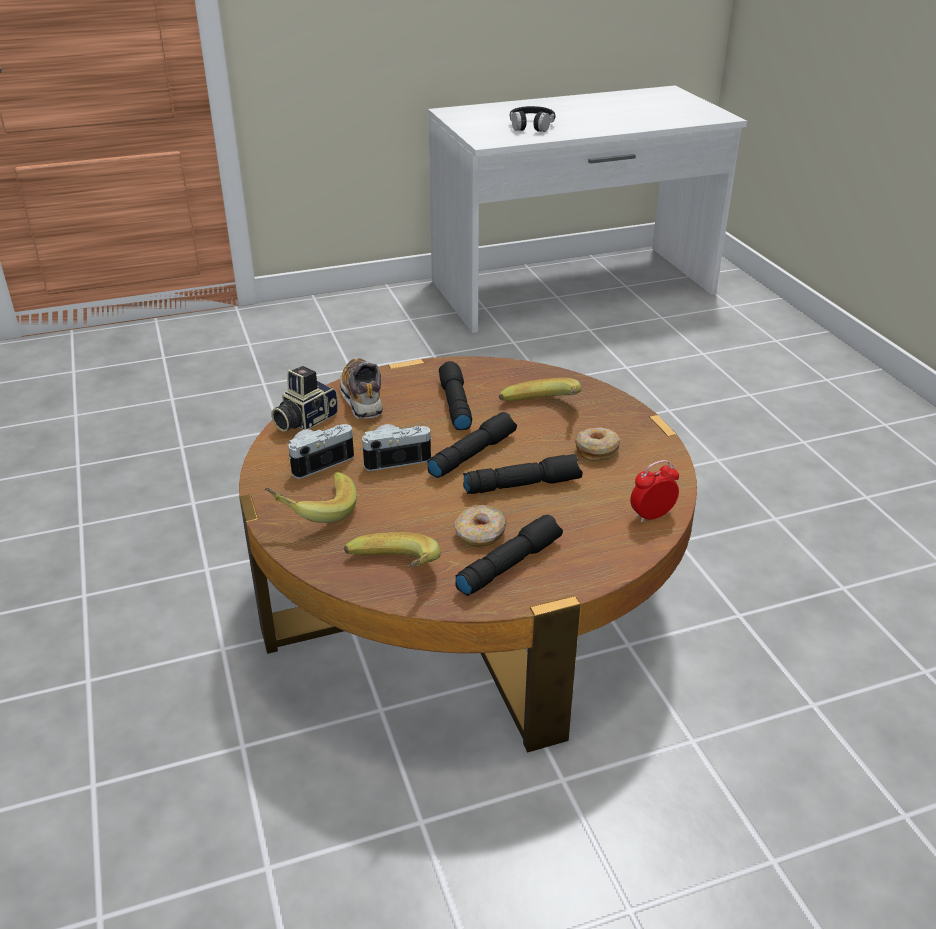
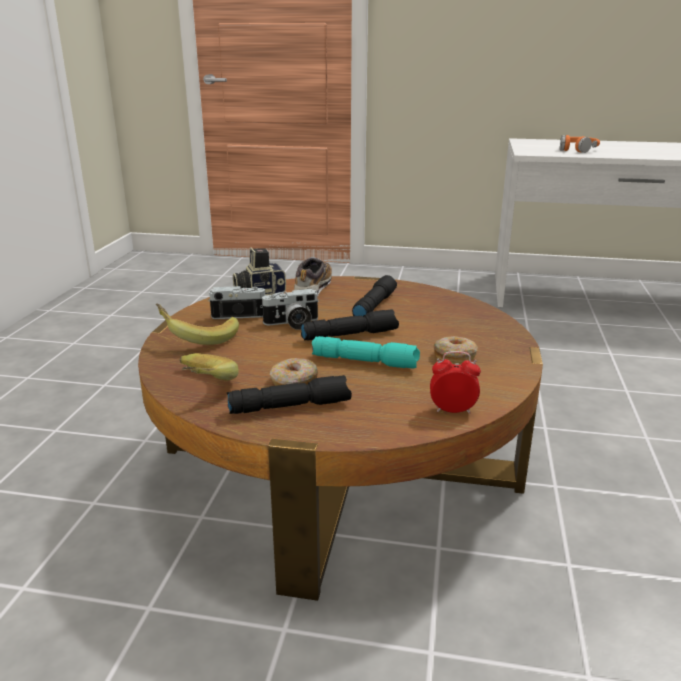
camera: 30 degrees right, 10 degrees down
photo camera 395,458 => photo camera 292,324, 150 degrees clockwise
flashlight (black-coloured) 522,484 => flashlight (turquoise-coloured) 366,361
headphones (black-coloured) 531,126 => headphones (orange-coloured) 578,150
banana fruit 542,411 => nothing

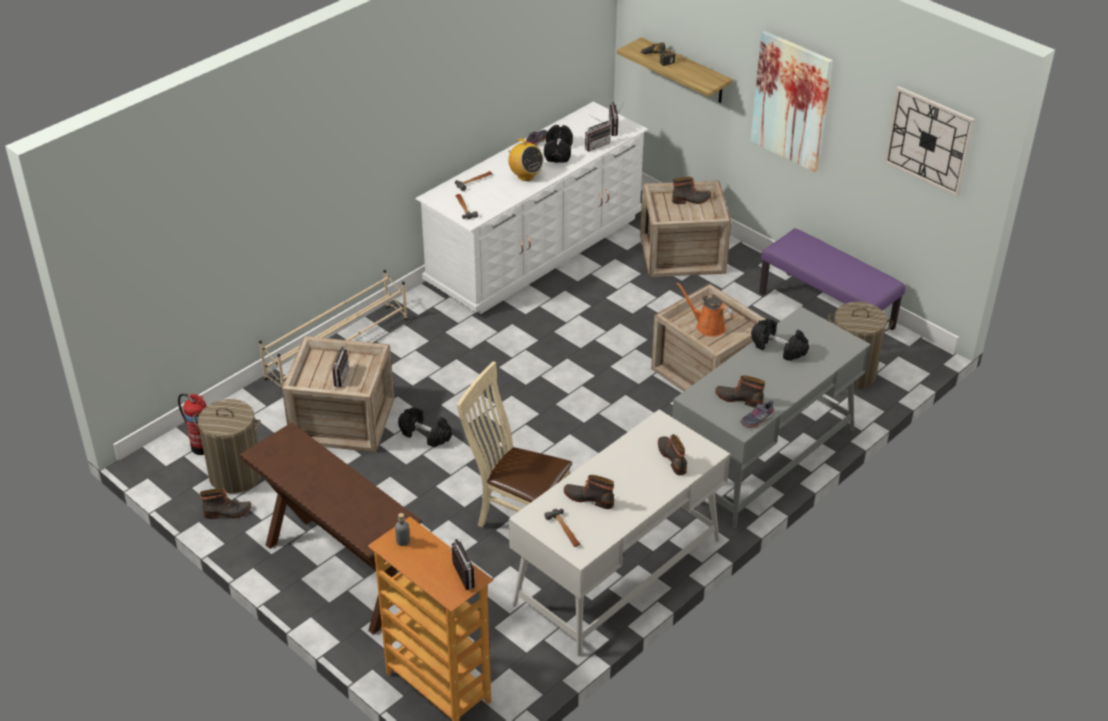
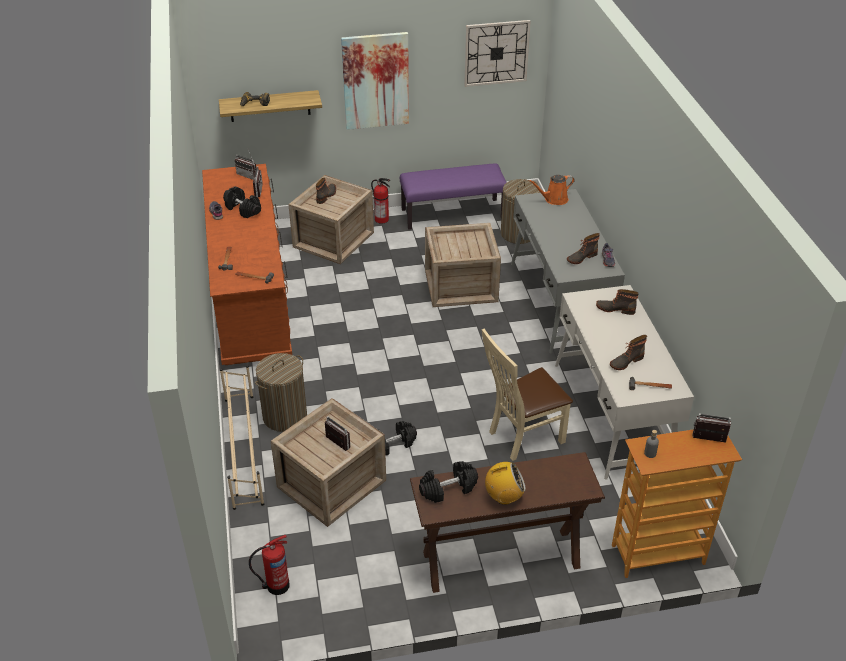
camera: 55 degrees left, 0 degrees up
chest of drawers (white) 536,250 => chest of drawers (brown) 251,298
laundry basket 236,475 => laundry basket 285,416, shifted
nothing => fire-fighting cylinder 382,219
hand weight (black-coloured) 779,348 => hand weight (black-coloured) 448,489, shifted
radio receiver 525,176 => radio receiver 504,497, shifted
watering can (orange-coloured) 707,326 => watering can (orange-coloured) 554,199, shifted
tall boot 227,512 => nothing

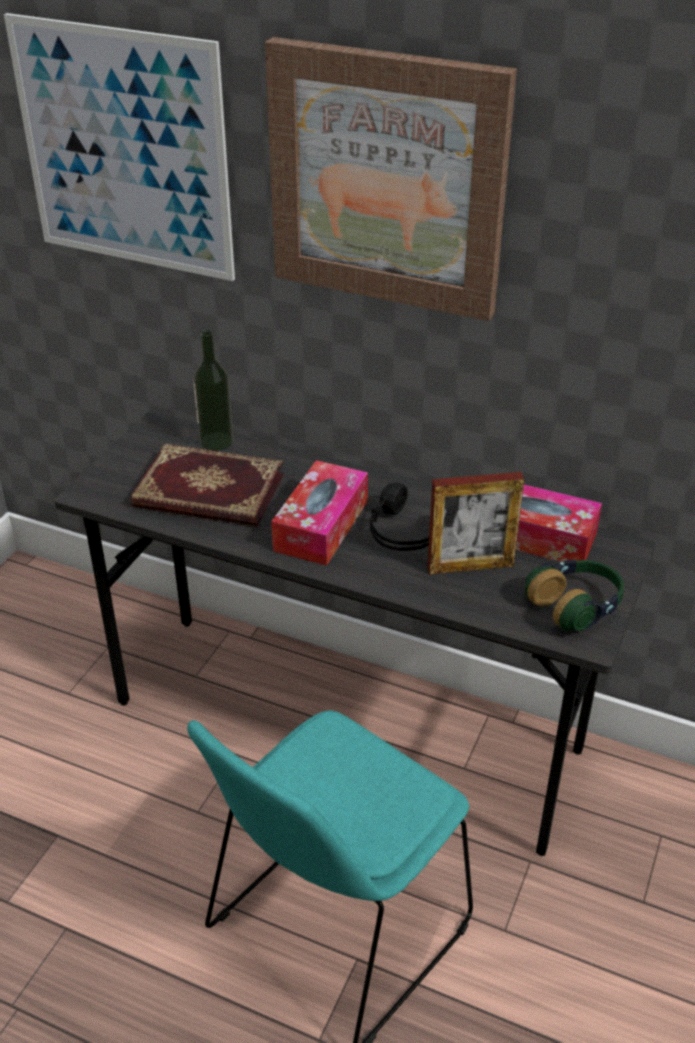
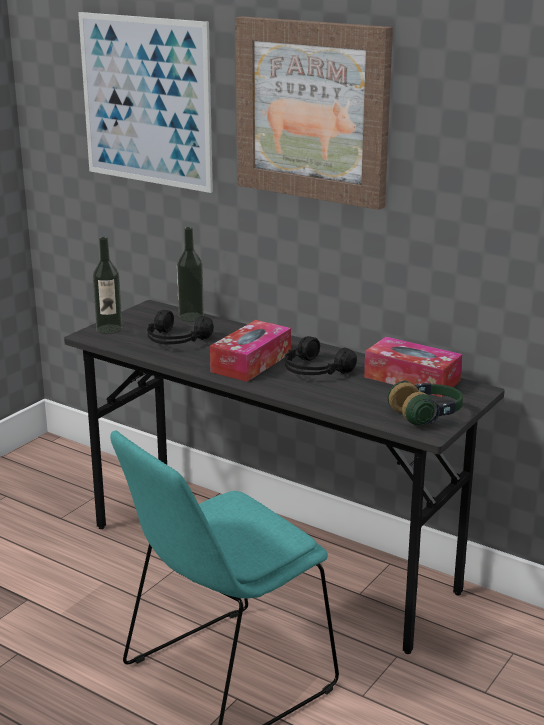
camera: 10 degrees right, 15 degrees down
nothing => beverage bottle 109,329
bound book 208,492 => headphones (black-coloured) 175,341
picture frame 470,566 => nothing

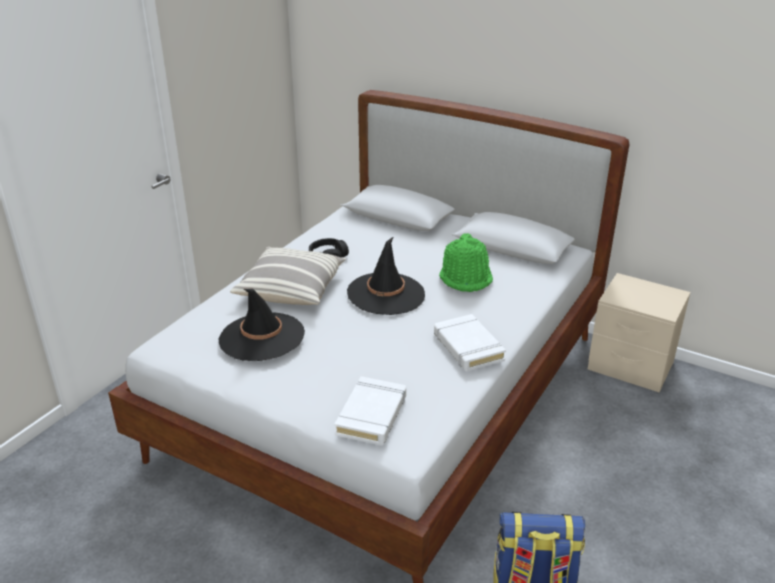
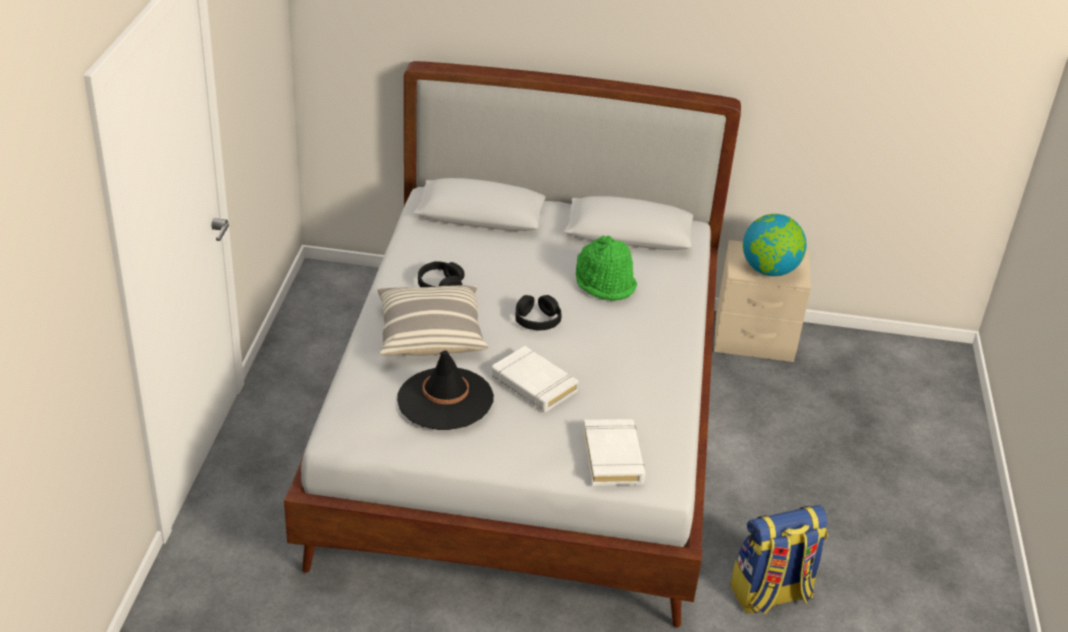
camera: 25 degrees left, 5 degrees up
bound book (white) 467,347 => bound book (white) 533,384, shifted
clothing hat (black-coloured) 386,294 => headphones (black-coloured) 537,320
nothing => globe 769,270

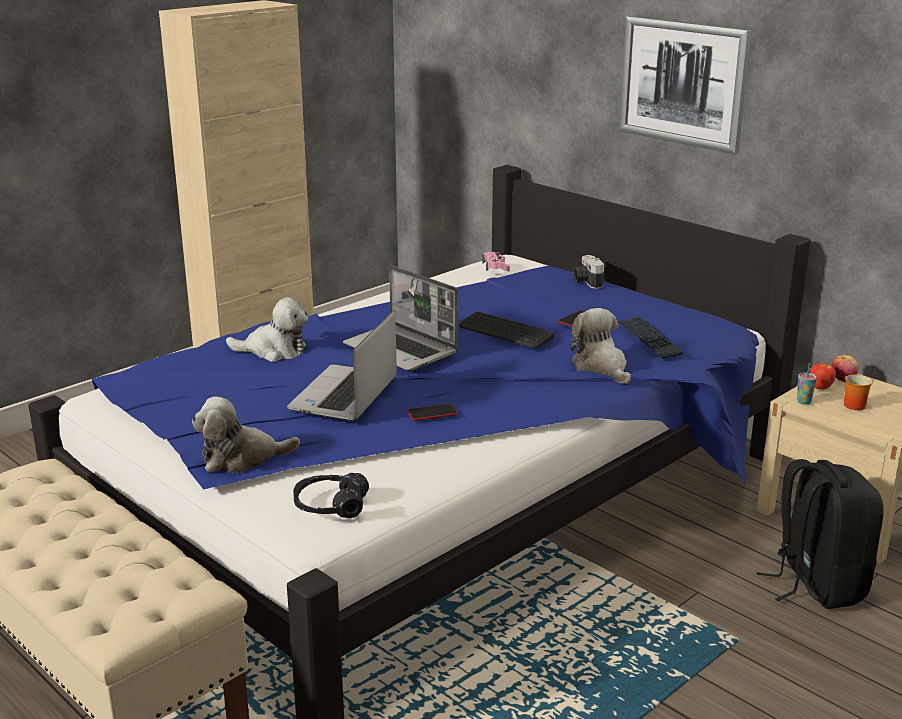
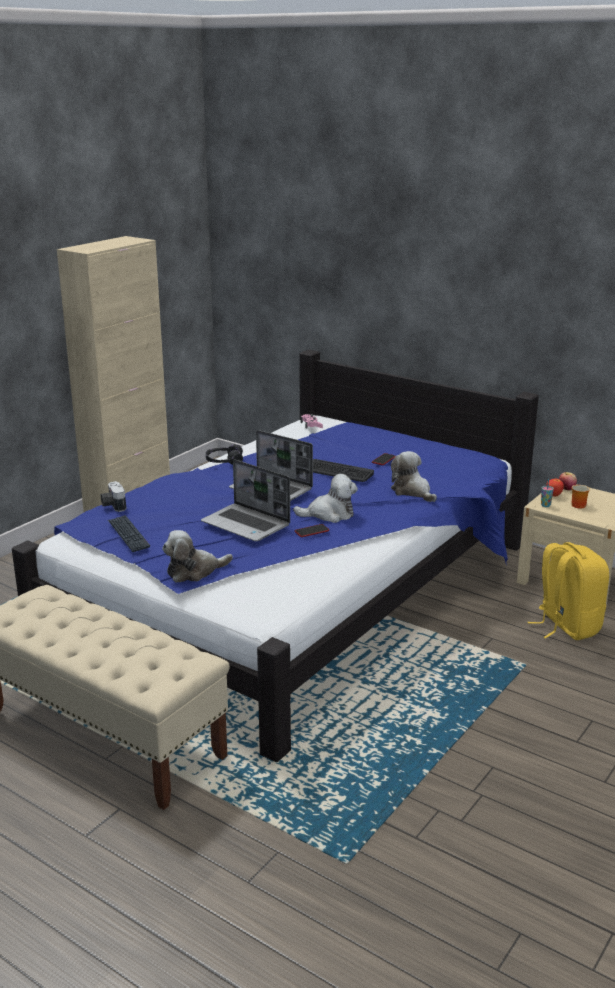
camera: 10 degrees left, 0 degrees up
photo camera 586,282 => photo camera 113,505, shifted
PC keyboard 649,339 => PC keyboard 128,534, shifted
notebook computer 345,396 => notebook computer 247,524, 60 degrees counterclockwise
headphones (black-coloured) 330,506 => headphones (black-coloured) 224,462, shifted
cuddly toy 274,351 => cuddly toy 329,514, shifted
backpack (black-coloured) 816,584 => backpack (yellowish) 566,626
picture 683,83 => nothing

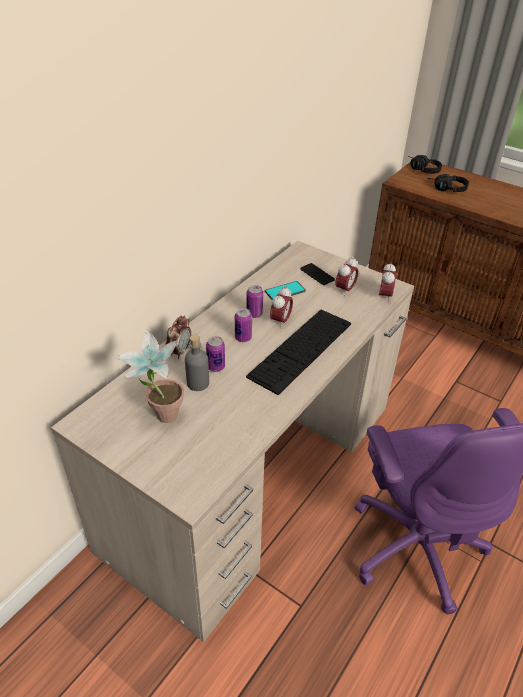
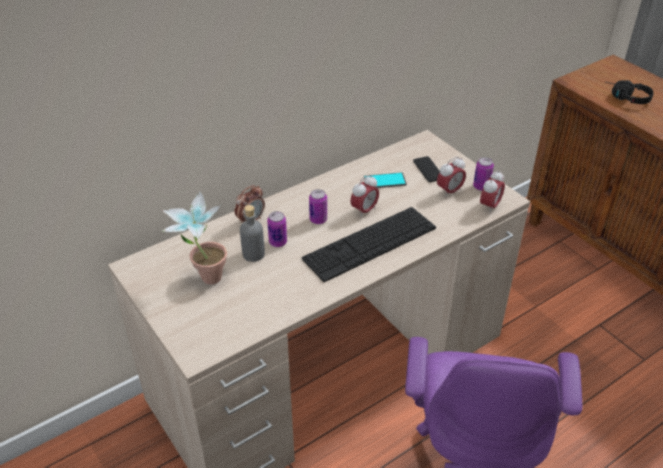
camera: 20 degrees right, 0 degrees up
sealed can 254,314 => sealed can 481,187, shifted
headphones (black-coloured) 421,170 => nothing

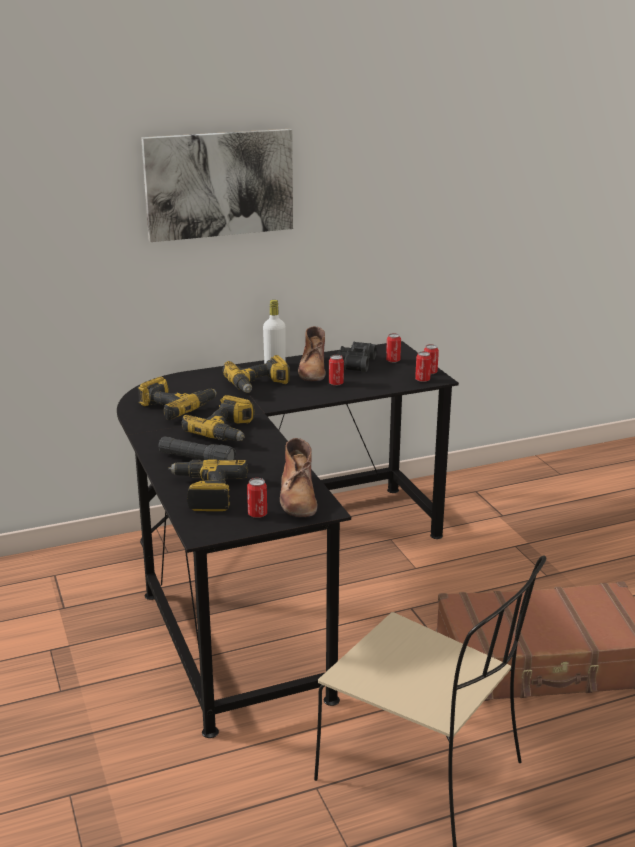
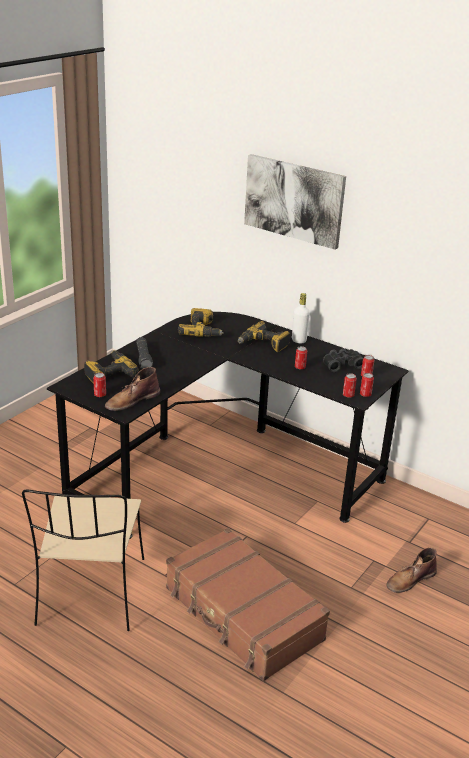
camera: 55 degrees right, 5 degrees up
tall boot (brown) 312,369 => tall boot (brown) 410,579, shifted
power drill 227,431 => nothing

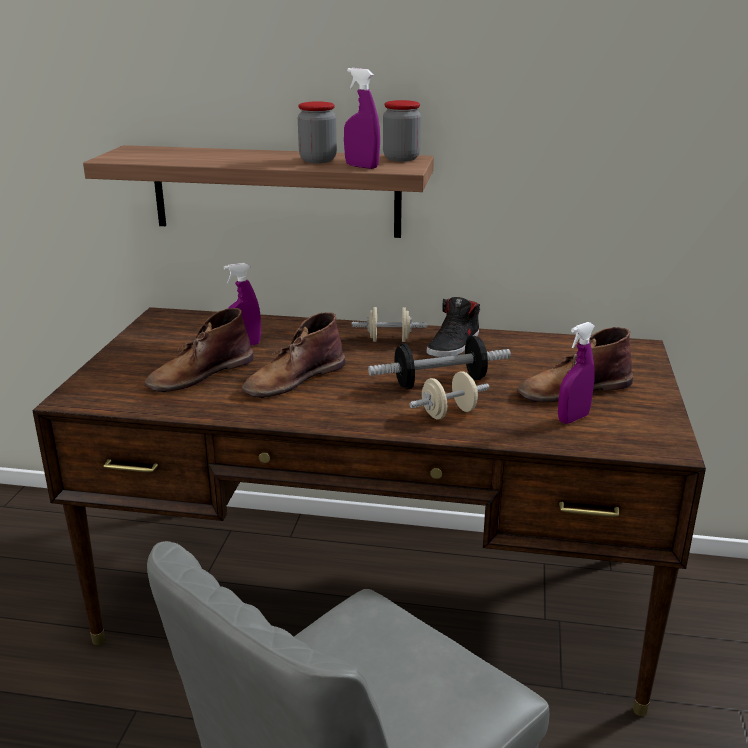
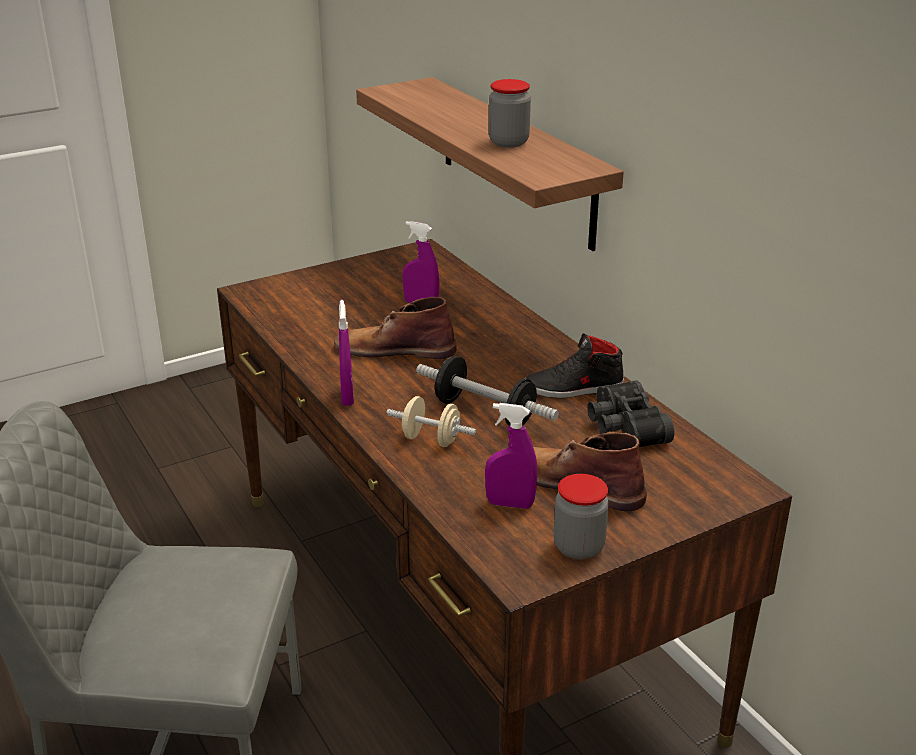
camera: 50 degrees right, 5 degrees up
hand sprayer (purple) 361,166 => hand sprayer (purple) 347,397, shifted
storage jar 401,158 => storage jar 578,547, shifted
nothing => field glasses (black-coloured) 623,427
tall boot (brown) 199,373 => nothing
hand weight (beige) 389,340 => nothing

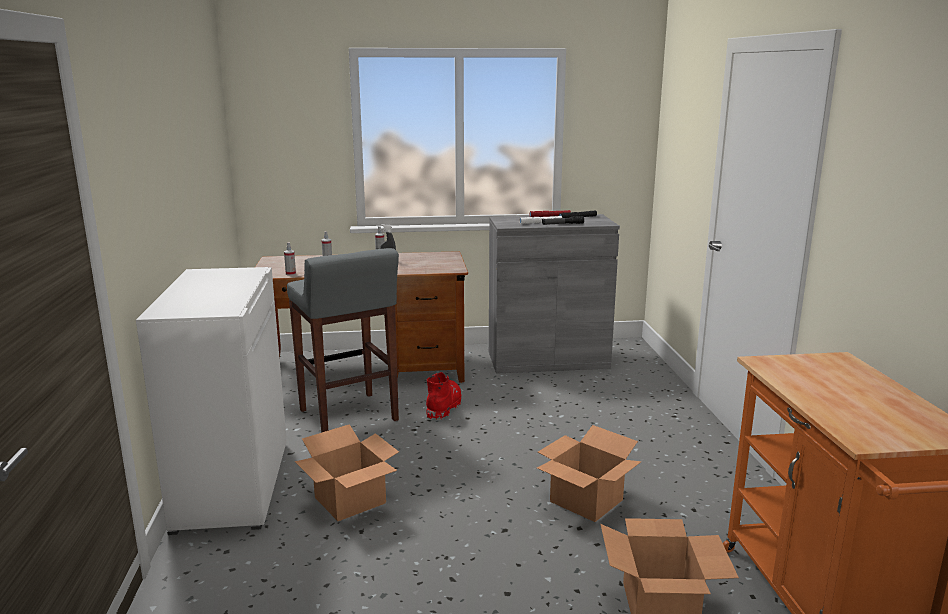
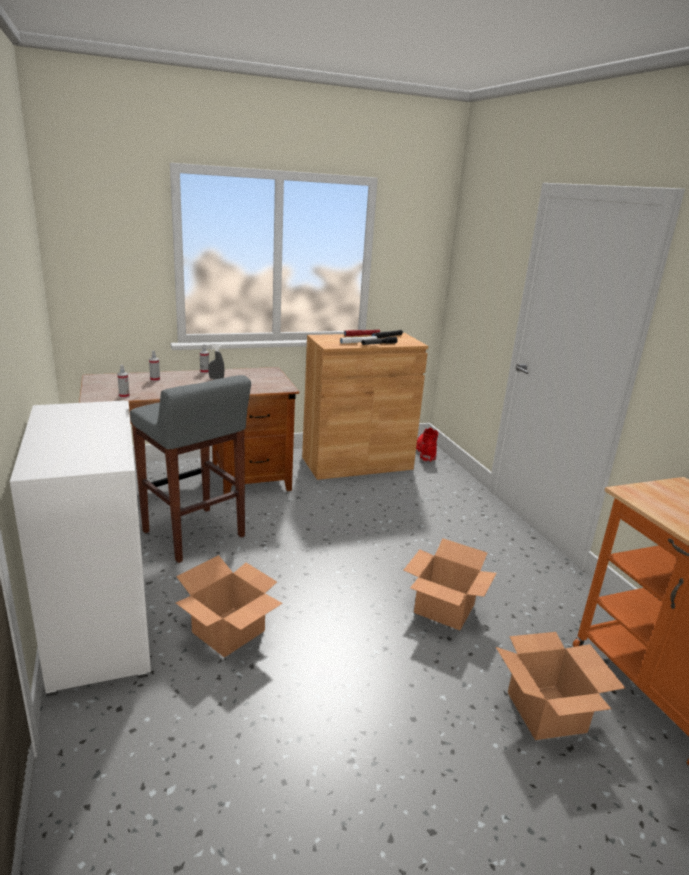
camera: 15 degrees left, 5 degrees up
cupboard (grey) 548,360 => cupboard (brown) 357,463
tall boot (red) 444,407 => tall boot (red) 426,453, shifted

